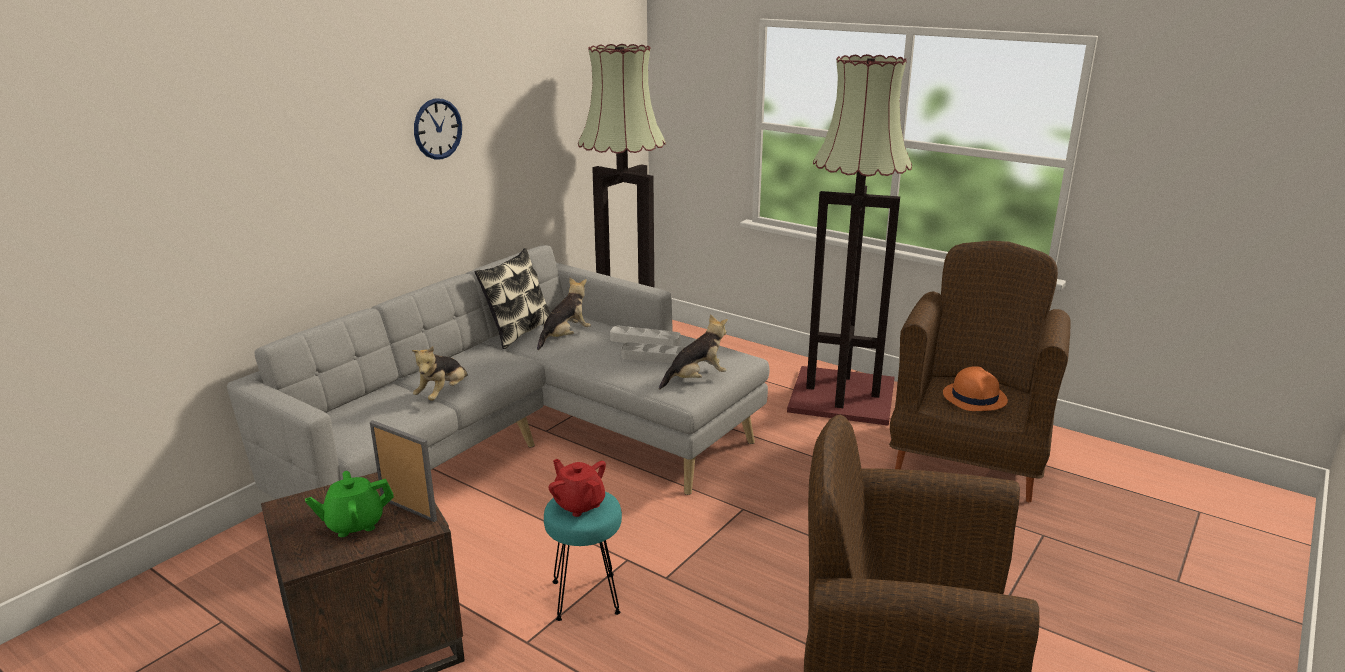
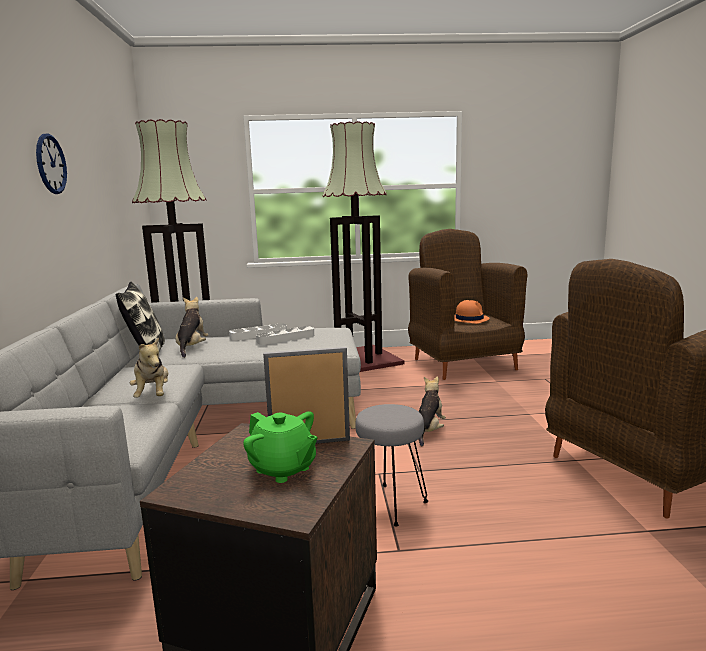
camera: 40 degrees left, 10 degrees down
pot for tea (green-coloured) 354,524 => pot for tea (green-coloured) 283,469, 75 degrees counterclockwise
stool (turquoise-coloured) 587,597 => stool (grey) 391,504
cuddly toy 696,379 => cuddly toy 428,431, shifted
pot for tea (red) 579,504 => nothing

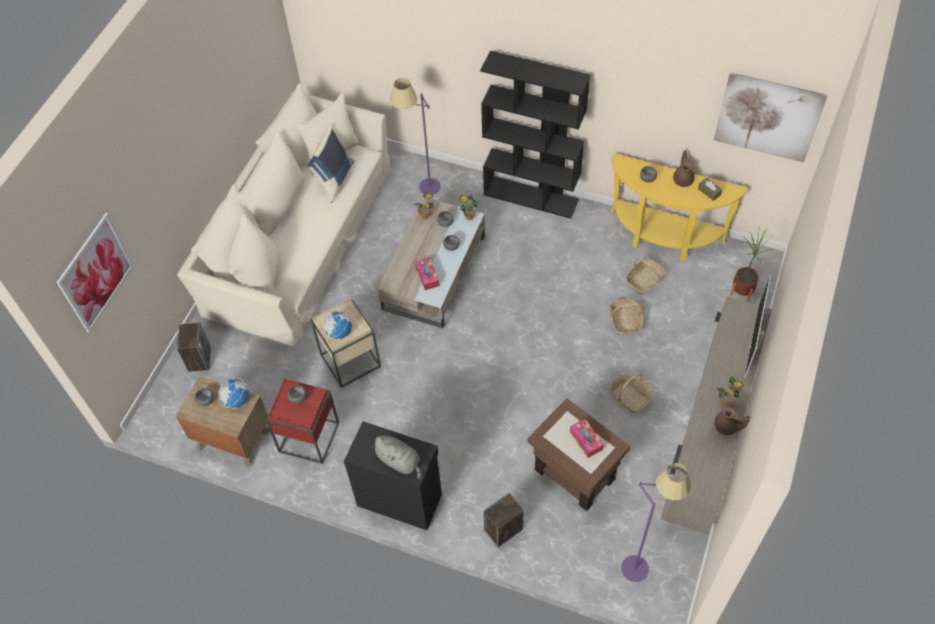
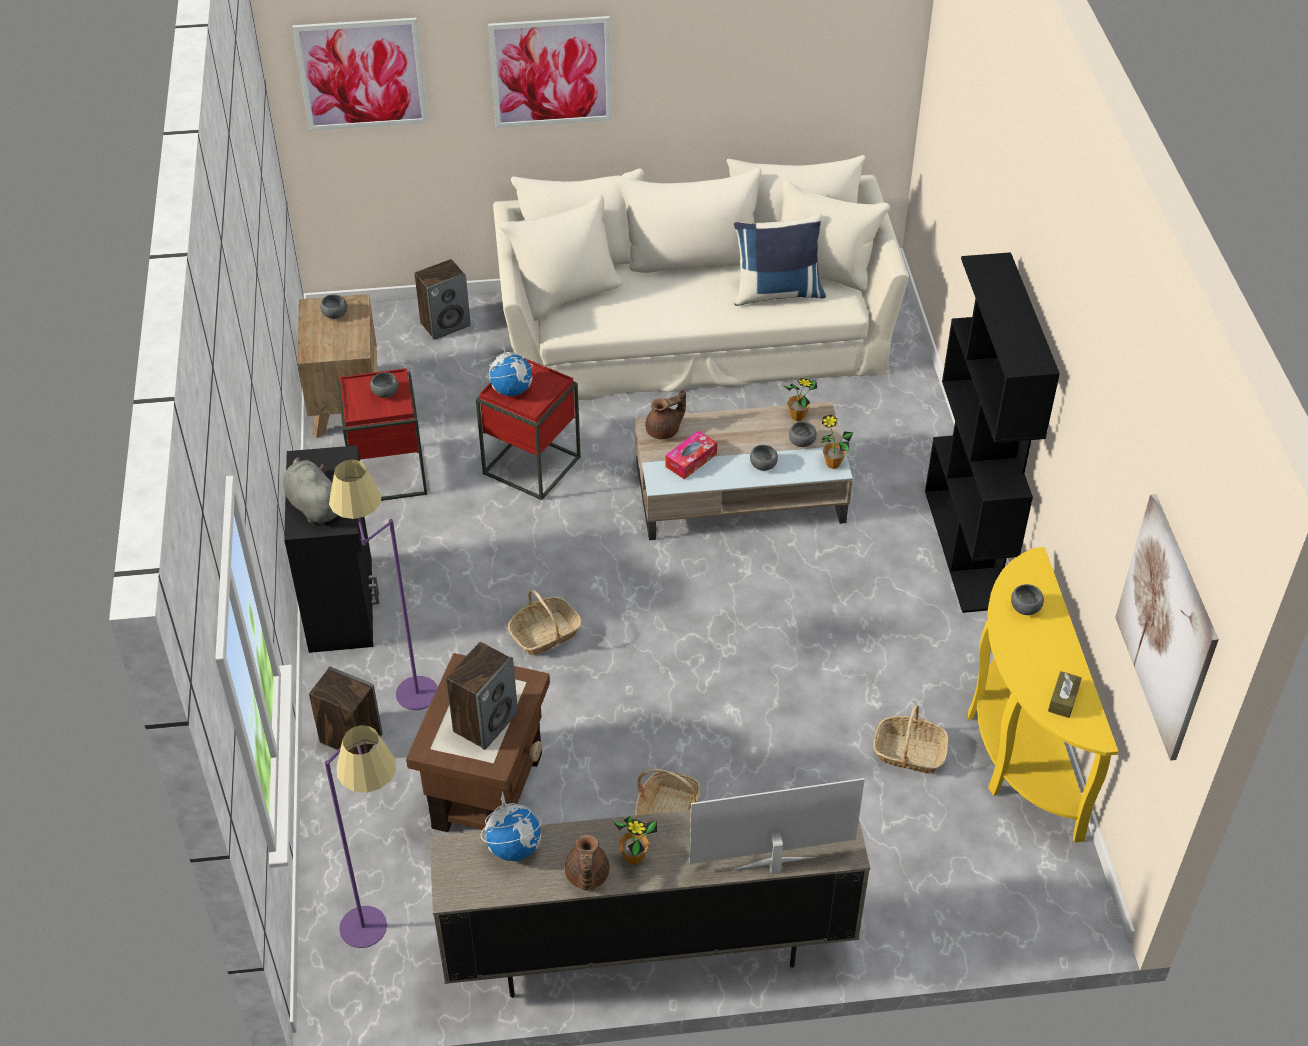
camera: 60 degrees right, 10 degrees down
cuddly toy (grey) 400,461 => cuddly toy (grey) 313,505, 135 degrees clockwise
standing lamp (purple) 422,192 => standing lamp (purple) 399,687, shifted
tissue box 586,440 => audio speaker 485,722
side table (beige) 350,360 => side table (red) 532,465
globe 236,400 => globe 514,847, shifted
nothing => picture 551,72
basket 625,321 => basket 545,634, shifted
pot for tea (brown) 683,179 => pot for tea (brown) 664,430, shifted
potted plant 742,291 => nothing

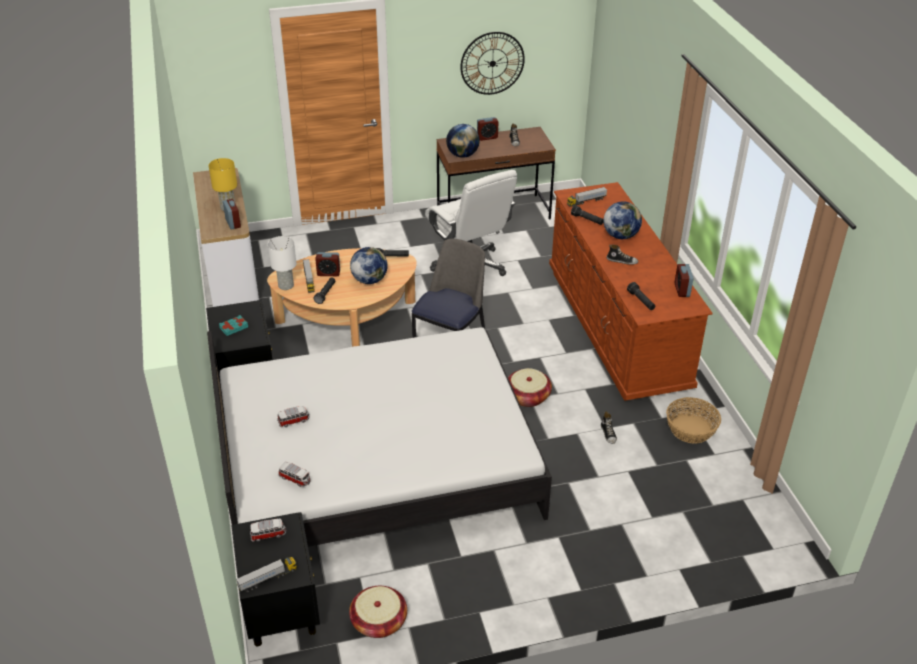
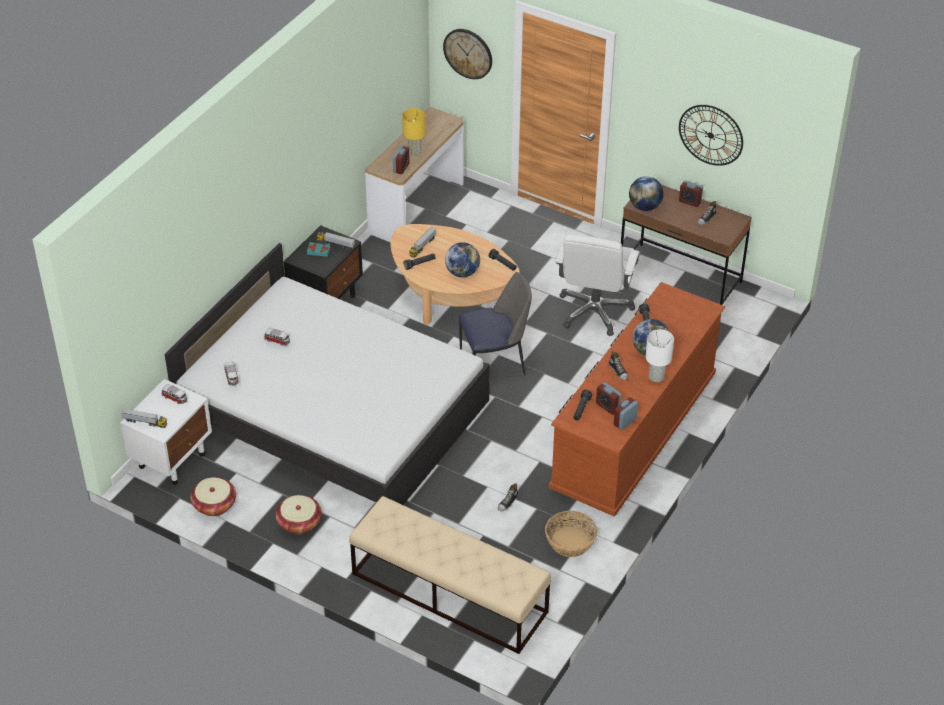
camera: 45 degrees right, 5 degrees up
night table (black-coloured) 281,612 => night table (white) 172,459
basket 527,396 => basket 299,522, shifted
model truck 586,201 => model truck 336,244, shifted
nothing => bench (beige) 448,593
nothing => clock on the wall 468,53
alarm clock 328,273 => alarm clock 608,406, shifted
table lamp (white) 286,286 => table lamp (white) 656,377, shifted

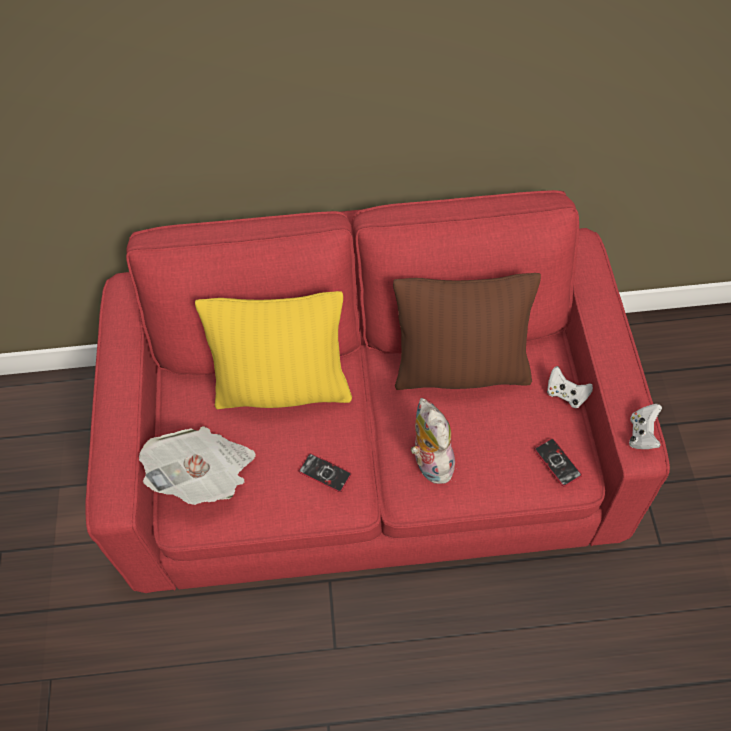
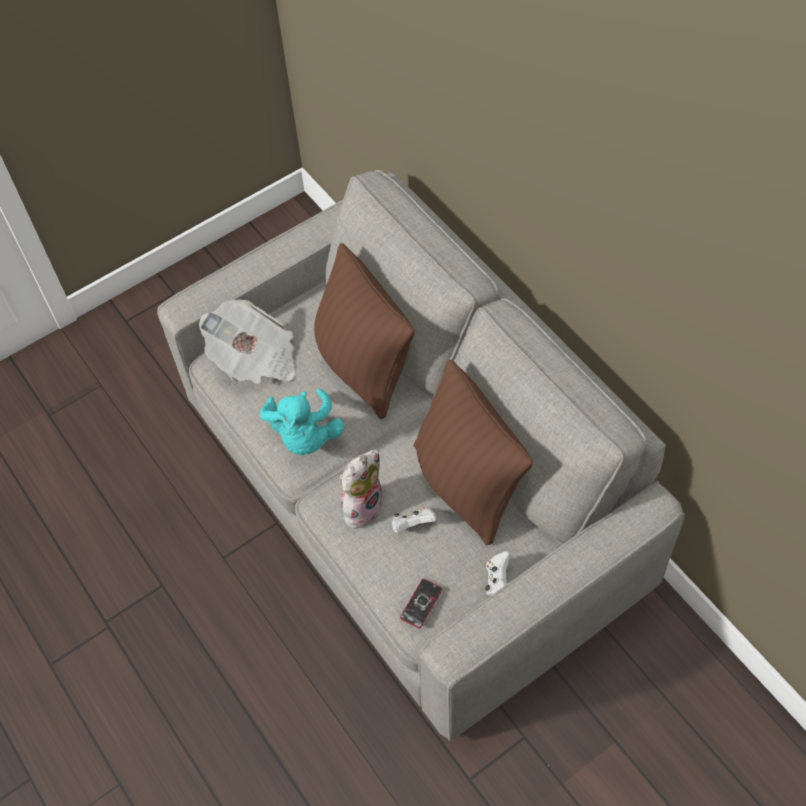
camera: 60 degrees right, 0 degrees up
settee (red) 371,452 => settee (grey) 411,490
phone 325,473 => cuddly toy (turquoise-coloured) 304,436
cushion (yellowish) 283,388 => cushion (brown) 364,366
gamepad (white) 642,434 => gamepad (white) 412,525, shifted

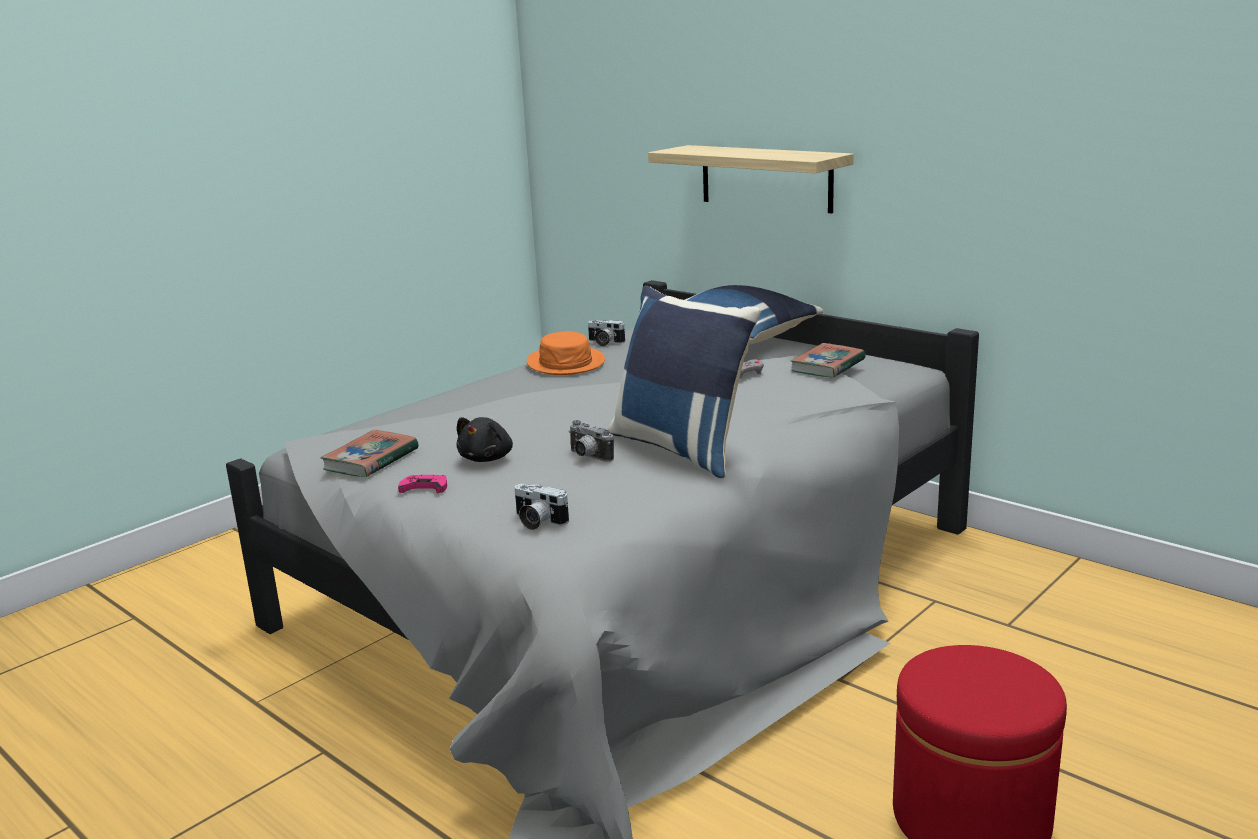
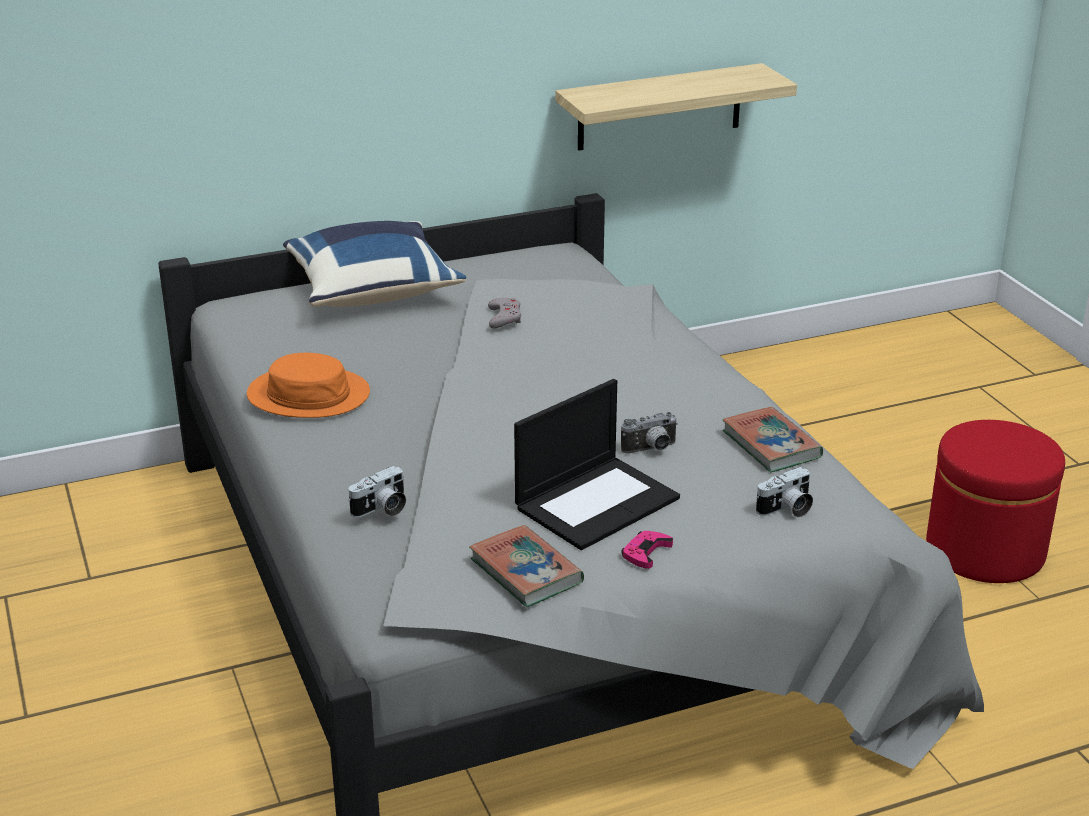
camera: 65 degrees left, 10 degrees up
photo camera 604,343 => photo camera 382,509, shifted
cuddly toy (black-coloured) 487,458 => notebook computer 597,502
shelf 765,178 => shelf 660,107, shifted
bound book 828,366 => bound book 771,445, shifted
cushion (bluish) 683,448 => nothing

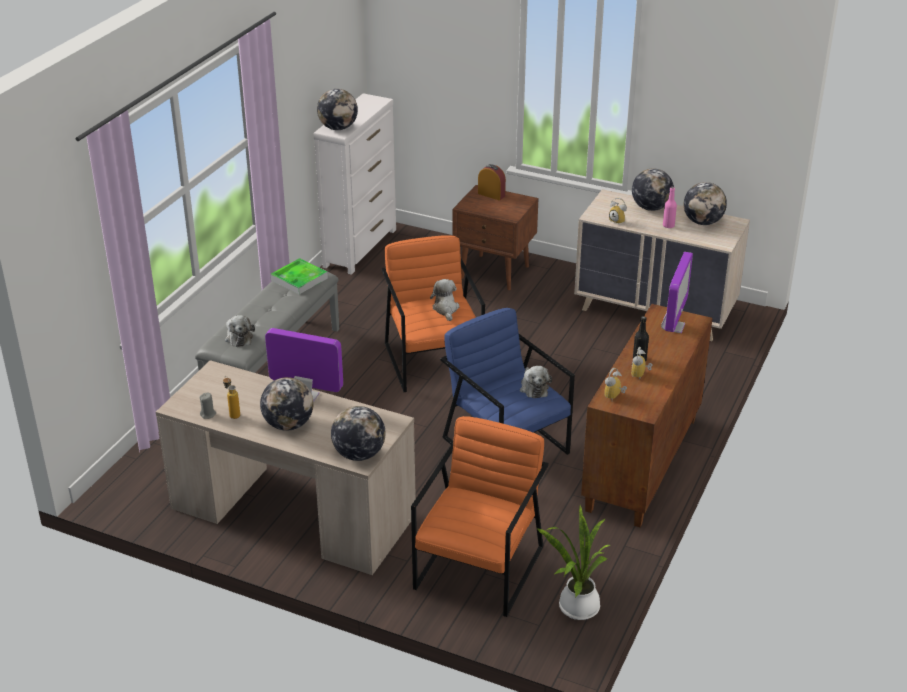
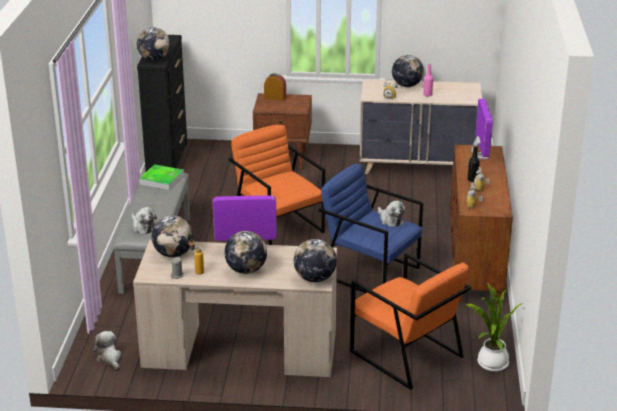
camera: 20 degrees left, 5 degrees down
cuddly toy 446,309 => cuddly toy 109,358, shifted
chest of drawers (white) 360,247 => chest of drawers (black-coloured) 167,160
globe 702,222 => globe 173,254, shifted
armchair (orange-coloured) 480,567 => armchair (orange-coloured) 406,354, 135 degrees clockwise

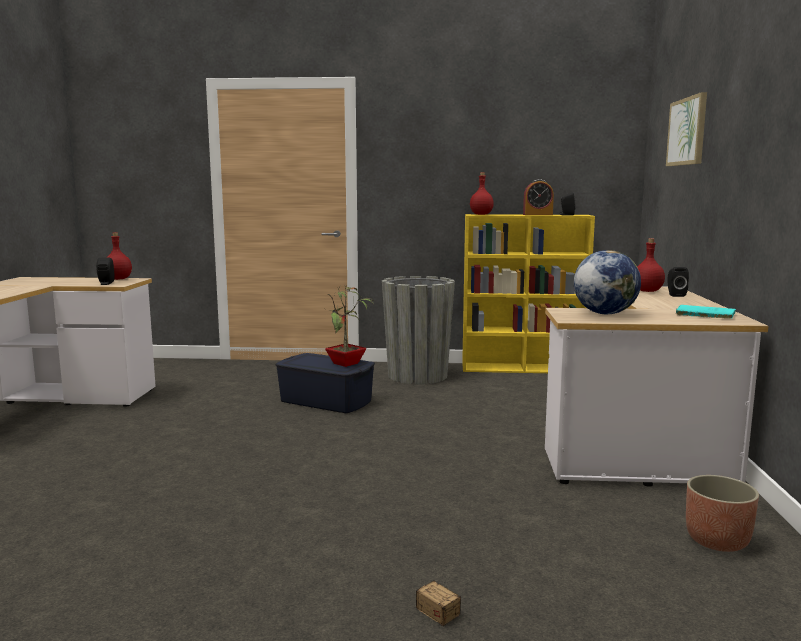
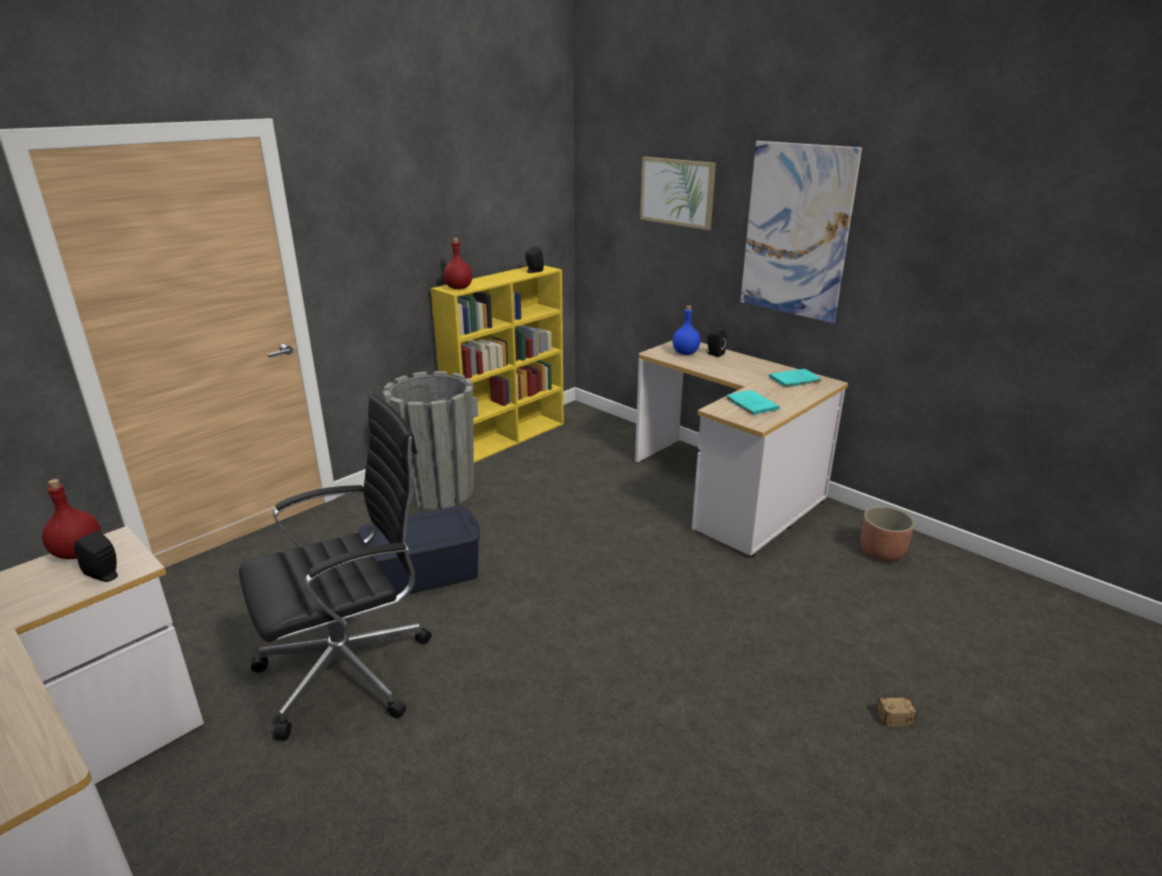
camera: 50 degrees left, 15 degrees up
nothing => office chair (black-coloured) 351,670
beverage bottle (red) 647,291 => beverage bottle (bluish) 686,353
globe 604,313 => bound book (turquoise-coloured) 751,404
nothing => picture 796,232
potted plant 347,364 => nothing
alarm clock 537,215 => nothing

